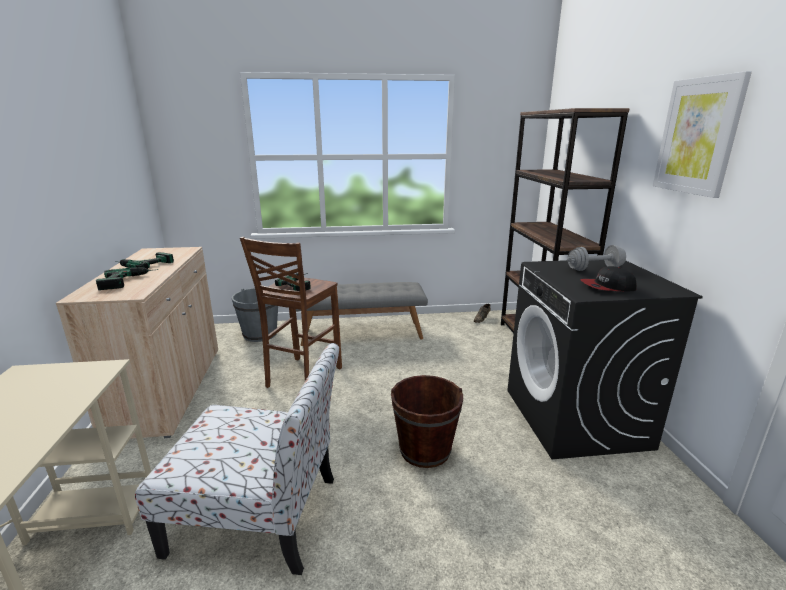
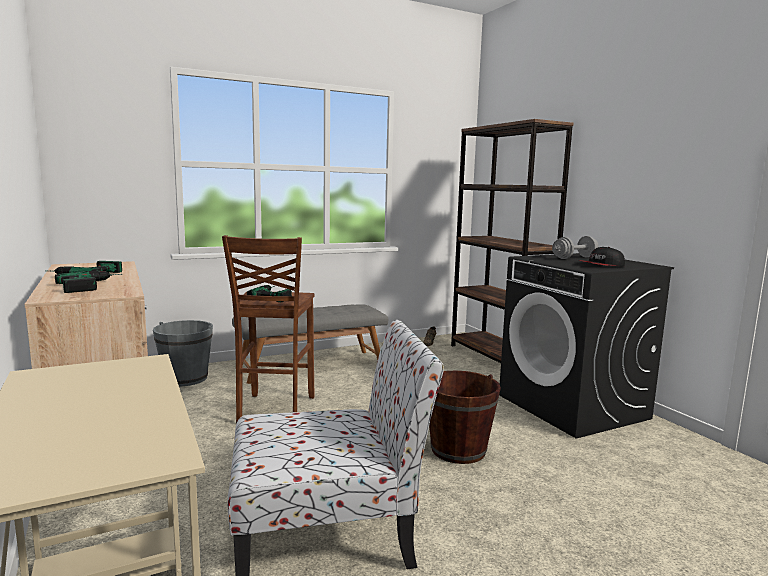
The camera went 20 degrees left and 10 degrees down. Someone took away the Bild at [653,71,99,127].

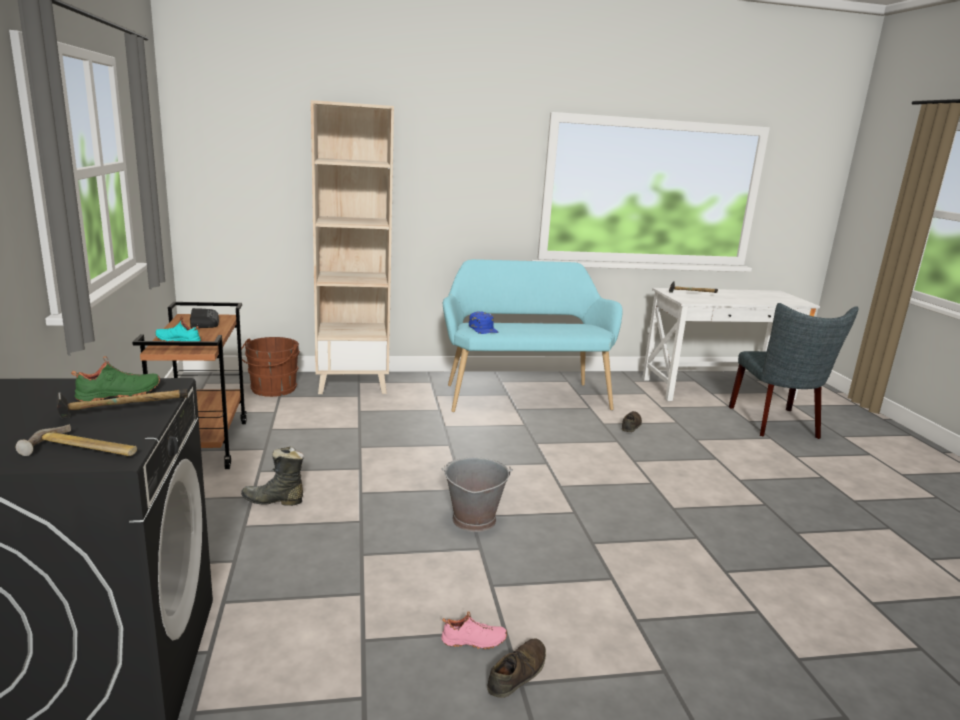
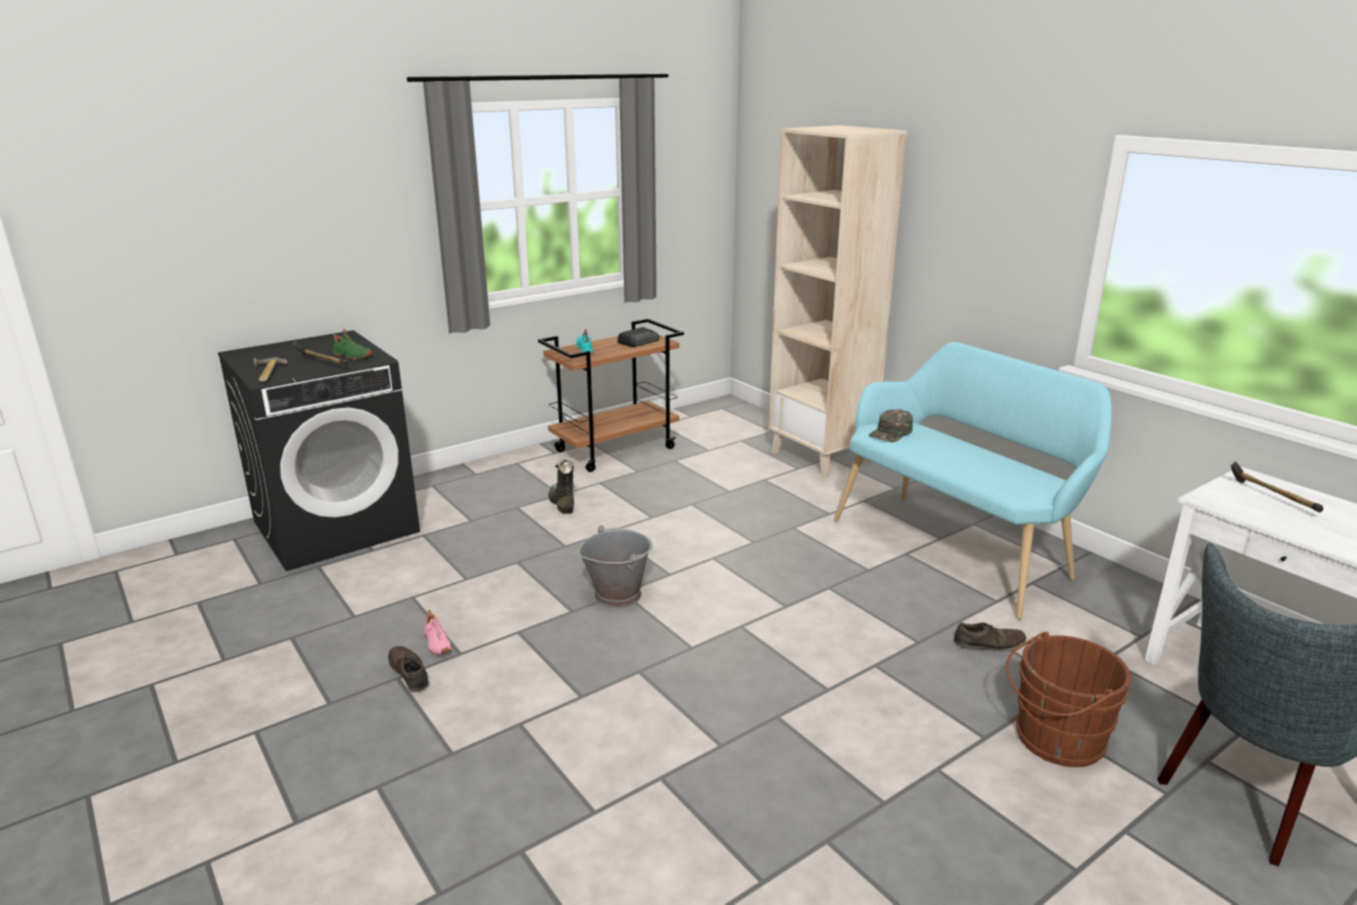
The camera went 65 degrees right and 5 degrees up. Someone carried the Eimer (braun) from [241,337,59,60] to [1006,632,125,135]. Someone repainted the Kappe (blau) at [469,312,30,22], which became the Kappe (grün) at [869,409,44,33]. Someone rotated the Schuh (braun) at [487,639,59,59] by 135 degrees counterclockwise.

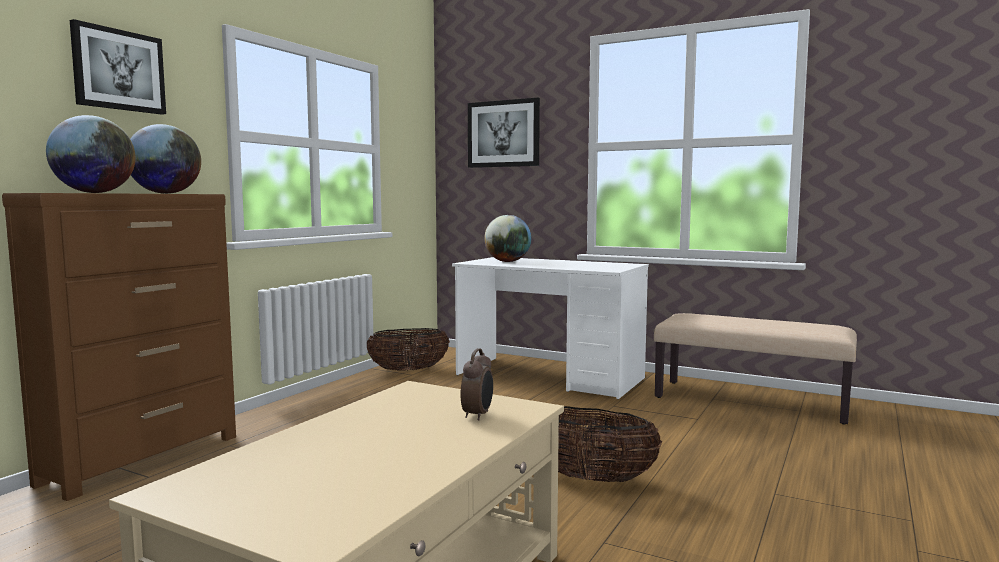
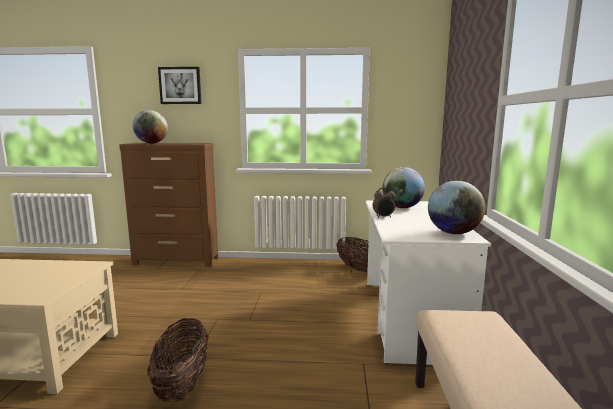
The camera went 65 degrees right and 5 degrees up. Someone carried the Globus from [130,124,71,70] to [428,181,57,53]. Someone carried the Wecker from [461,348,32,73] to [373,187,23,31]. Someone took away the Bild at [468,98,72,70].

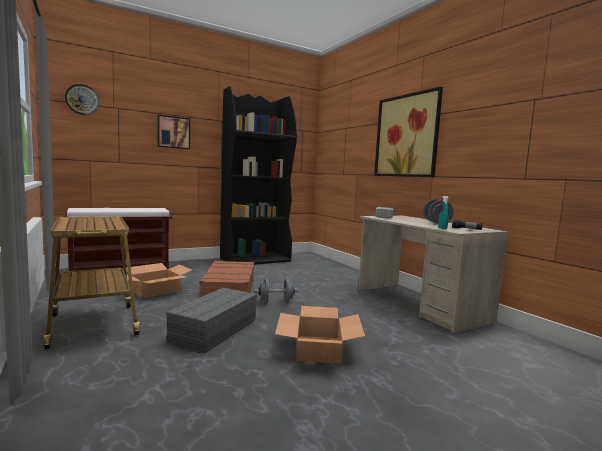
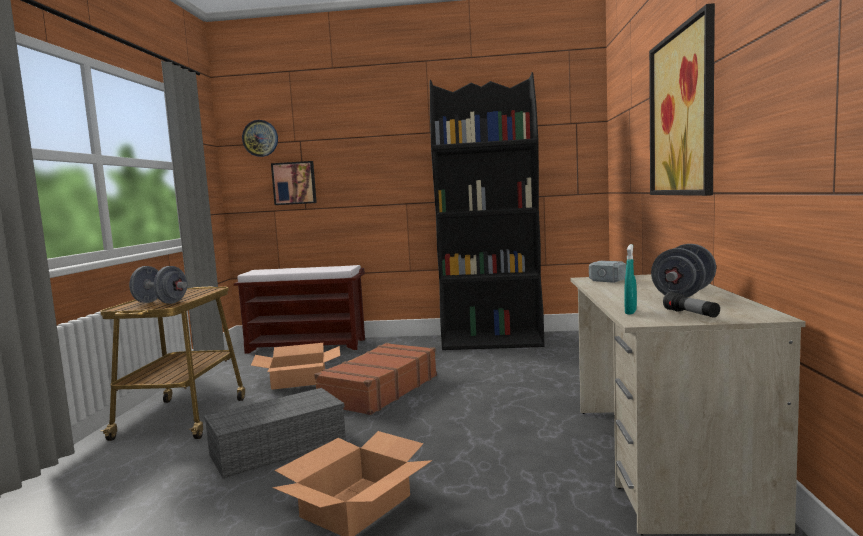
The camera went 35 degrees right and 0 degrees up. Someone carried the Bild from [158,115,32,34] to [271,161,46,44]. Someone carried the Hantel (grau) from [254,279,44,24] to [129,266,59,38].

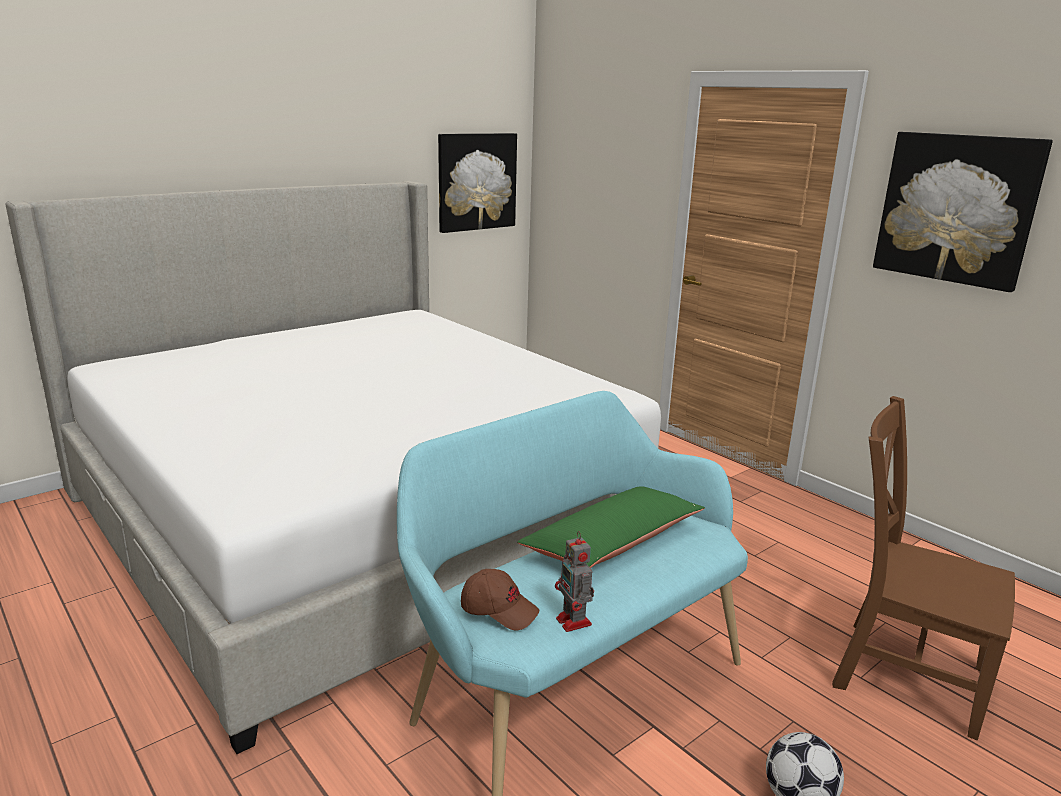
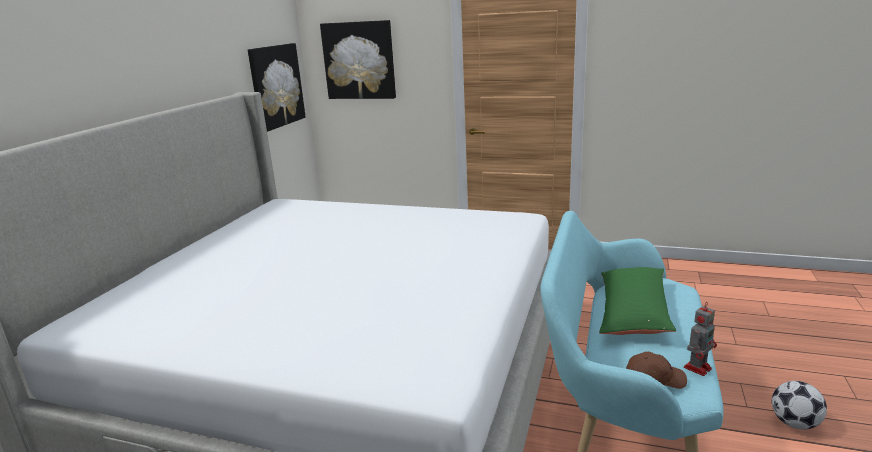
The camera went 30 degrees left and 0 degrees up. Someone rotated the Spielzeugroboter at [555,531,39,101] by 75 degrees counterclockwise. Someone took away the Stuhl (braun) at [832,396,183,344]. Someone carried the Bild from [873,132,180,160] to [320,20,76,79].

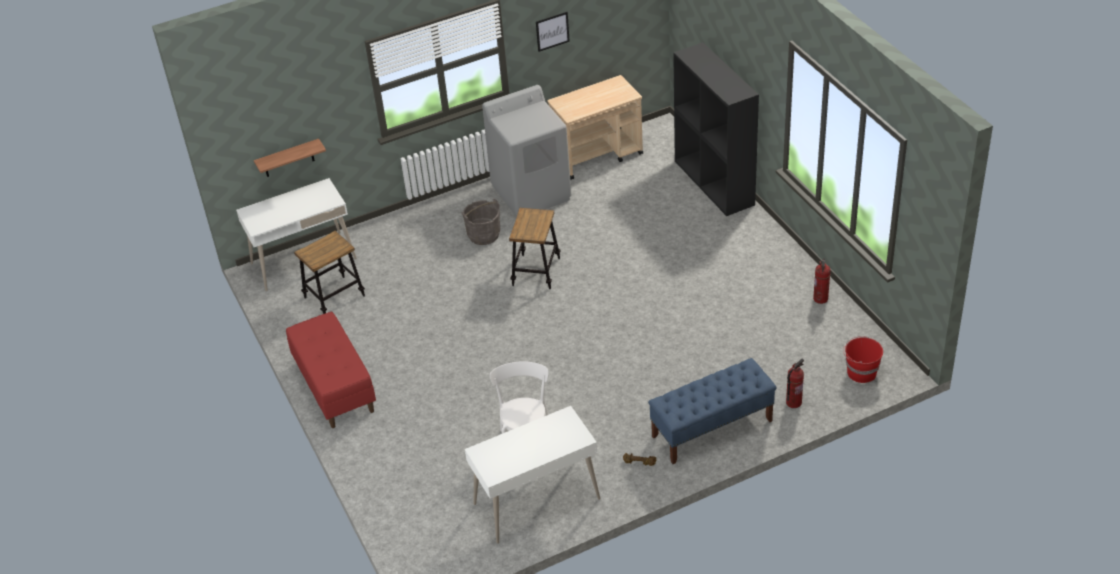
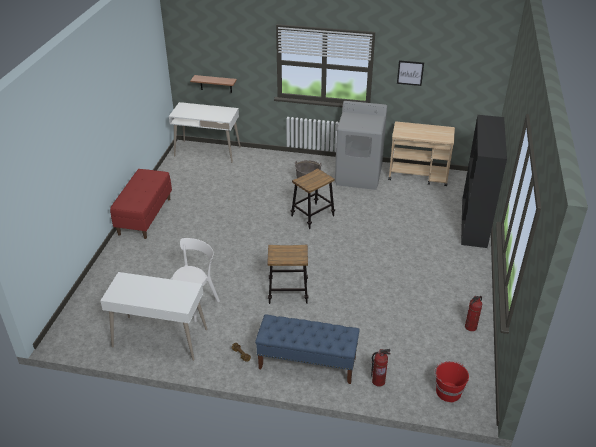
The camera went 35 degrees right and 5 degrees down. Someone carried the Hocker from [294,231,71,83] to [267,244,41,60].

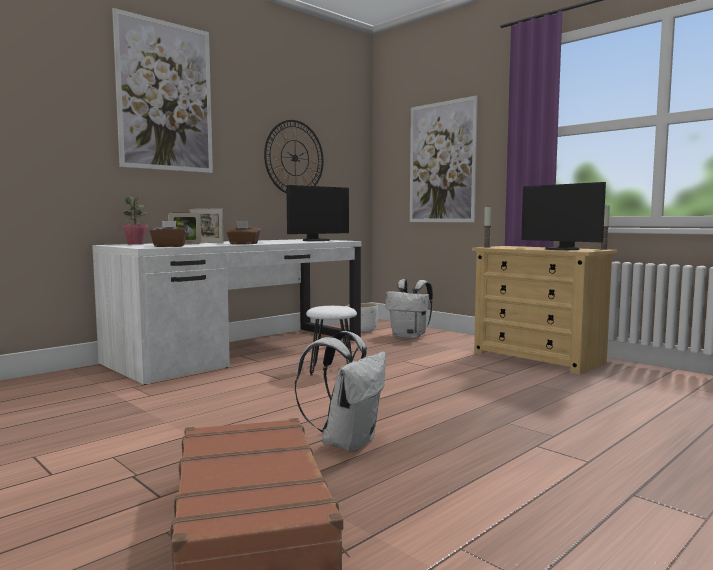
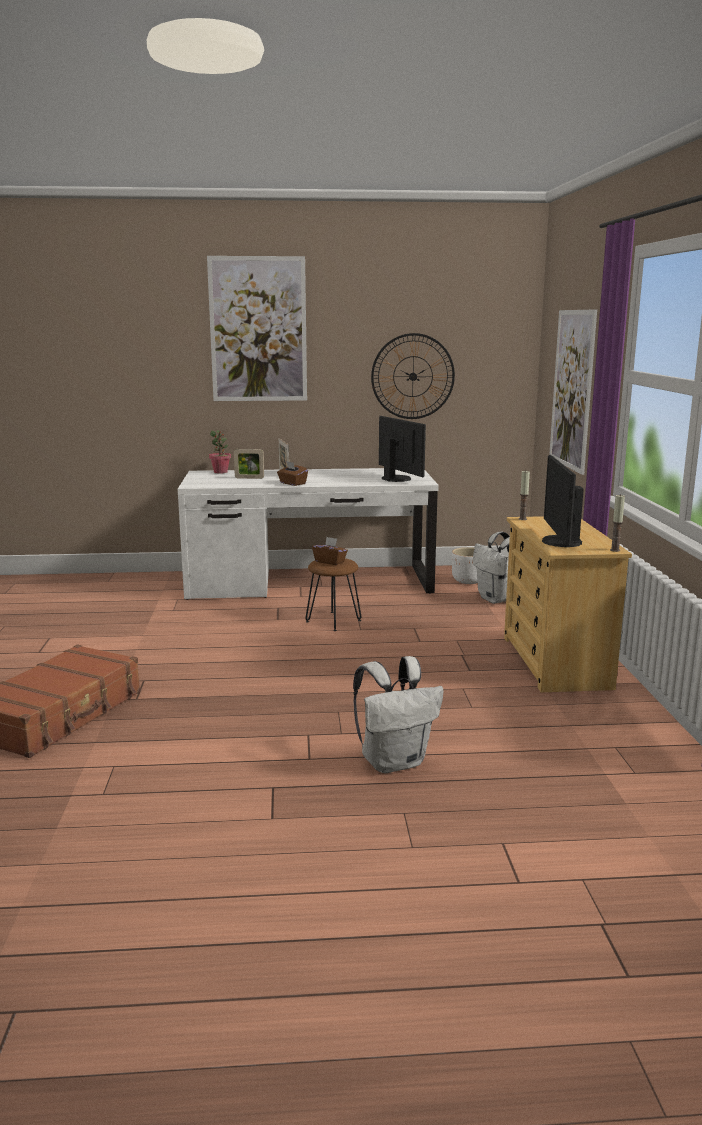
The camera went 40 degrees right and 10 degrees up. Someone carried the Taschentuchbox (braun) from [150,221,37,26] to [312,537,36,28]. Someone rotated the Monitor at [286,185,63,56] by 120 degrees counterclockwise. Someone carried the Rucksack (weiß) from [295,331,91,121] to [353,656,91,117]. Someone repainted the Hocker (weiß) at [306,306,51,70], which became the Hocker (braun) at [305,558,57,73].

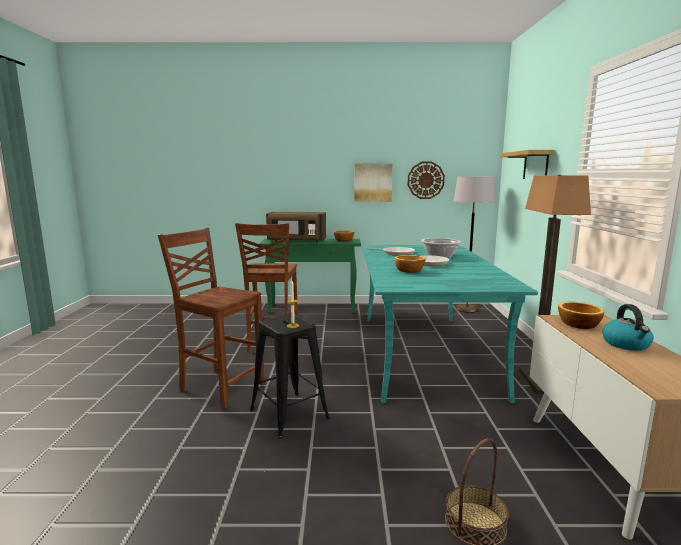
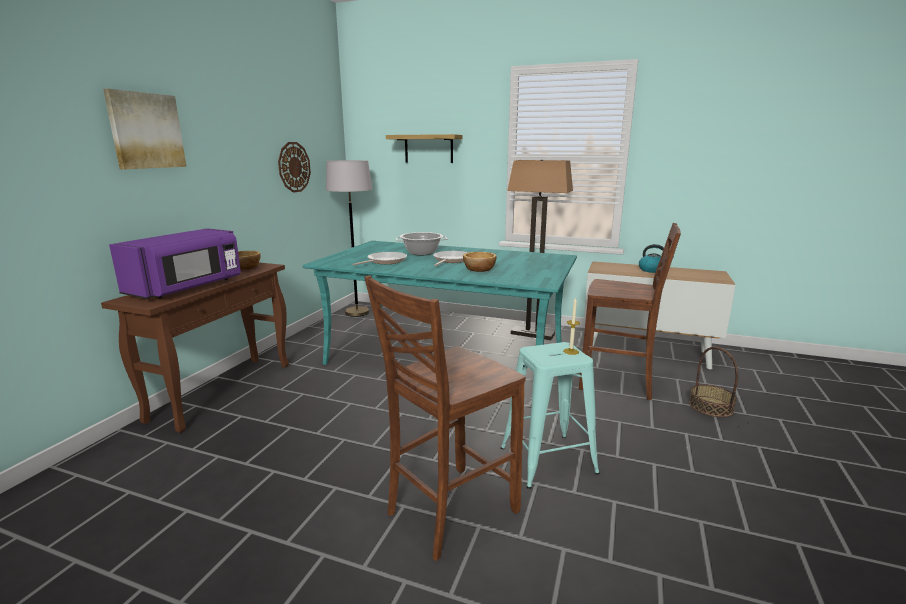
The camera went 70 degrees left and 5 degrees up. Someone carried the Stuhl (braun) from [235,223,63,130] to [579,223,102,177]. Someone repainted the Hocker (schwarz) at [250,314,80,124], which became the Hocker (türkis) at [501,342,99,147]. Someone repainted the Konsolentisch (grün) at [259,239,102,74], which became the Konsolentisch (braun) at [101,262,188,171]. Someone repainted the Mikrowelle (braun) at [266,212,60,30], which became the Mikrowelle (lila) at [109,228,132,71]. Someone carried the Bild from [354,164,38,38] to [103,89,83,80]. Someone took away the Schüssel at [558,302,46,27].

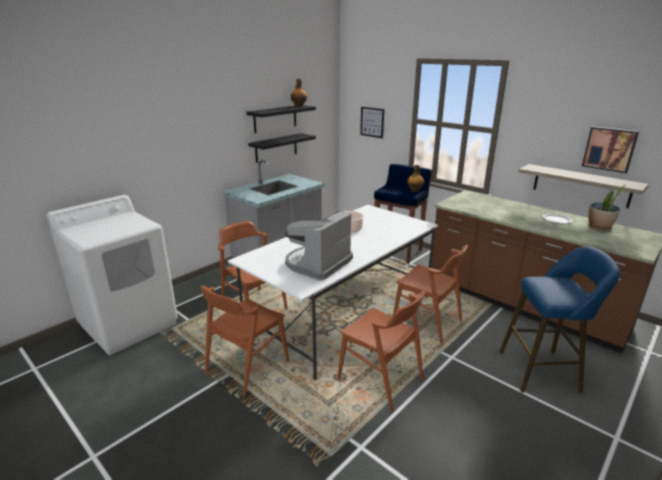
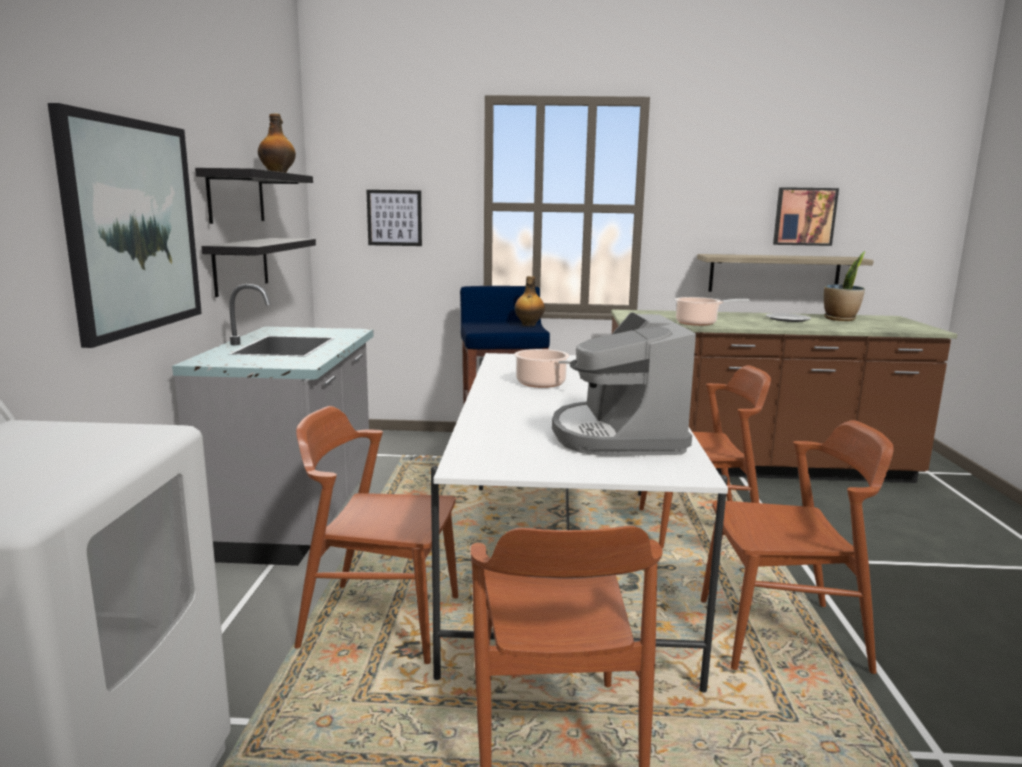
The camera went 40 degrees left and 10 degrees down. Someone took away the Hocker (blau) at [499,246,121,147]. Someone put up the Bild at [48,103,154,245]. Someone put down the Kochtopf at [675,297,75,29].

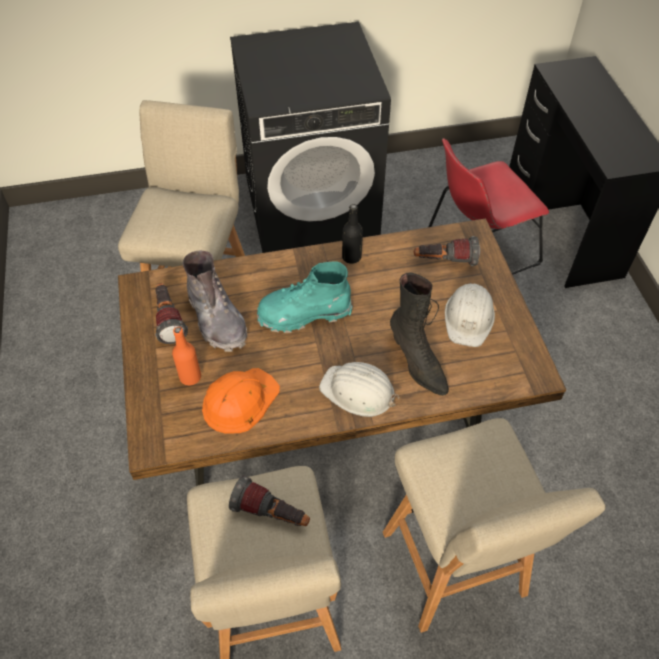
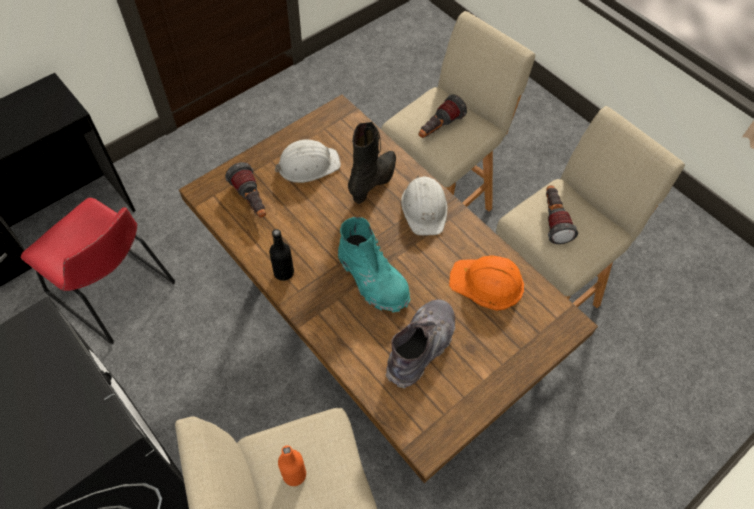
The camera went 120 degrees left and 5 degrees up. Someone carried the Taschenlampe from [155,283,33,61] to [419,94,48,44]. Someone carried the Flasche (orange) from [172,327,29,58] to [278,446,28,40].

